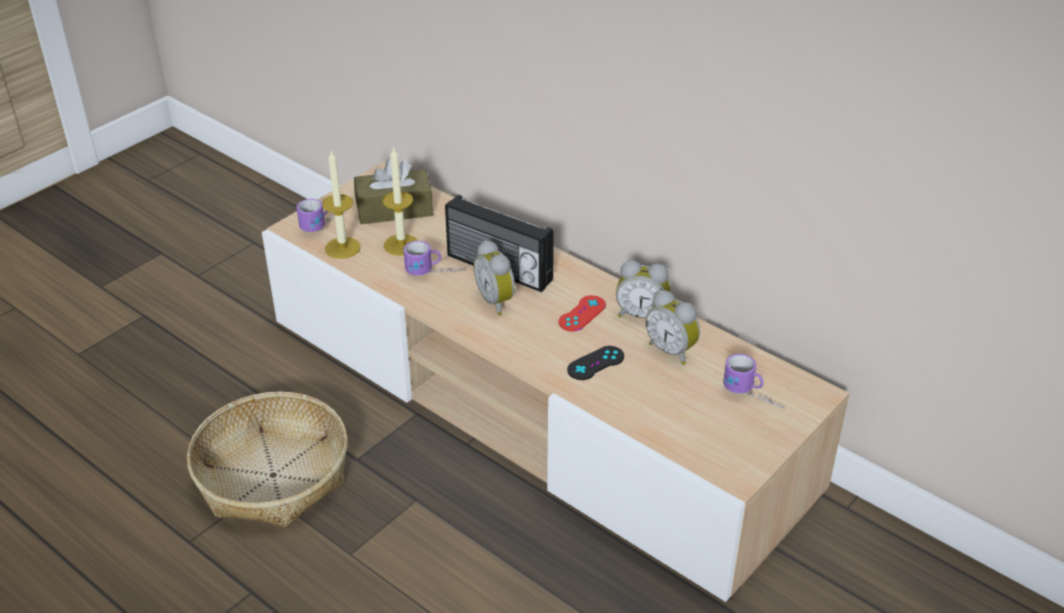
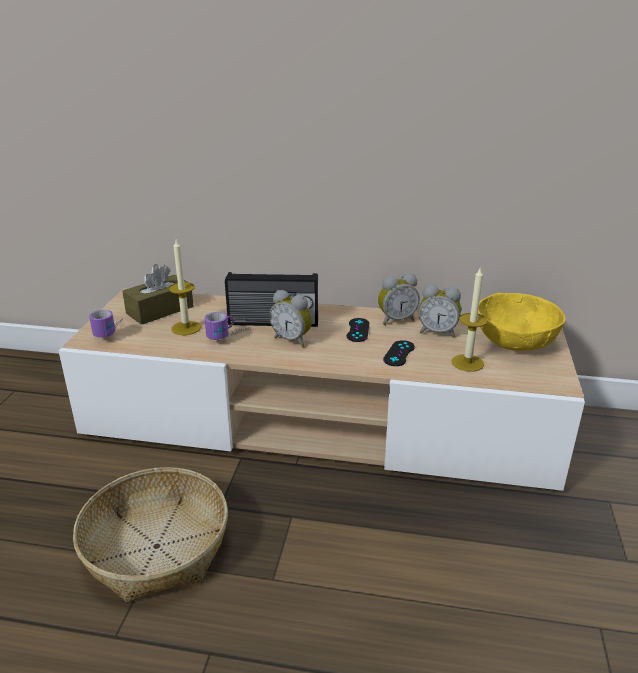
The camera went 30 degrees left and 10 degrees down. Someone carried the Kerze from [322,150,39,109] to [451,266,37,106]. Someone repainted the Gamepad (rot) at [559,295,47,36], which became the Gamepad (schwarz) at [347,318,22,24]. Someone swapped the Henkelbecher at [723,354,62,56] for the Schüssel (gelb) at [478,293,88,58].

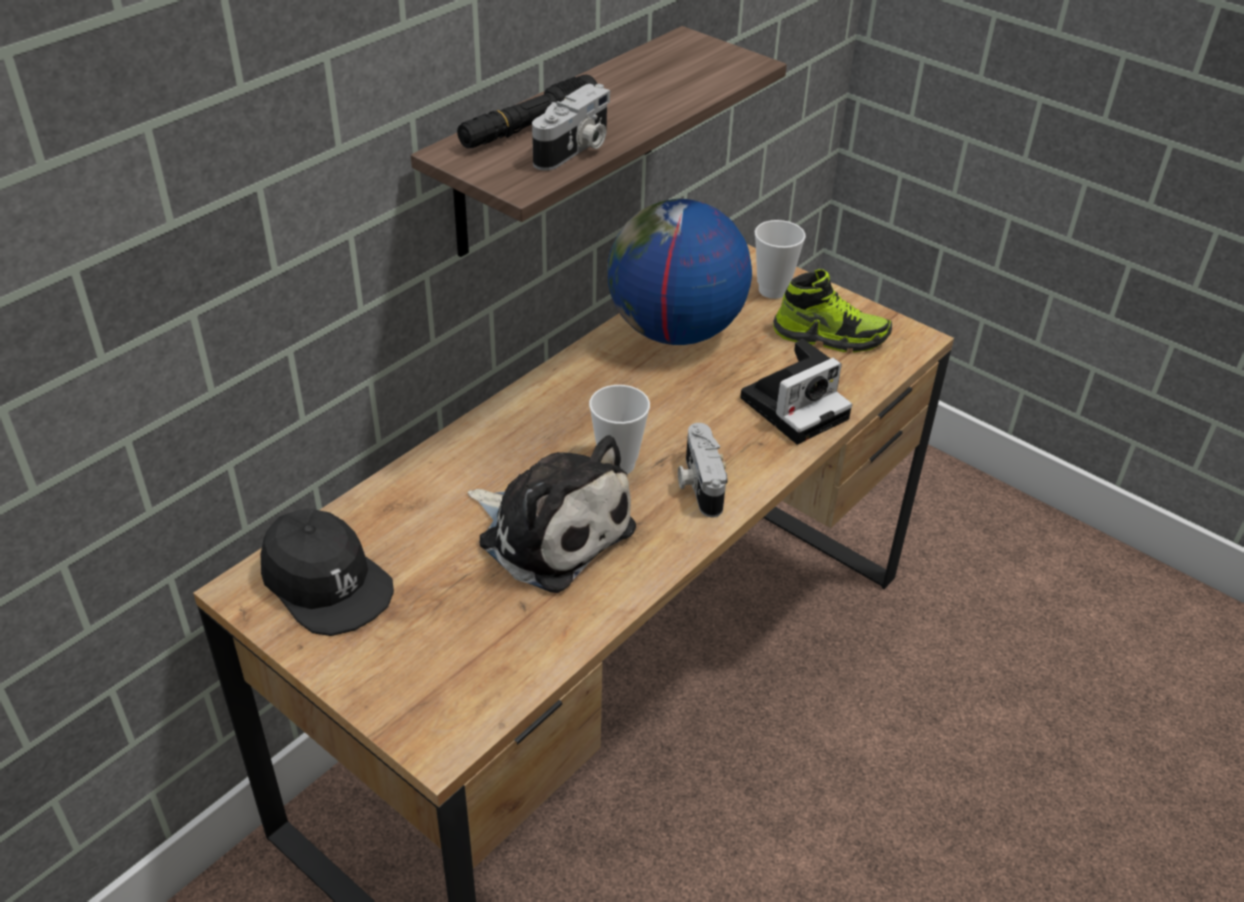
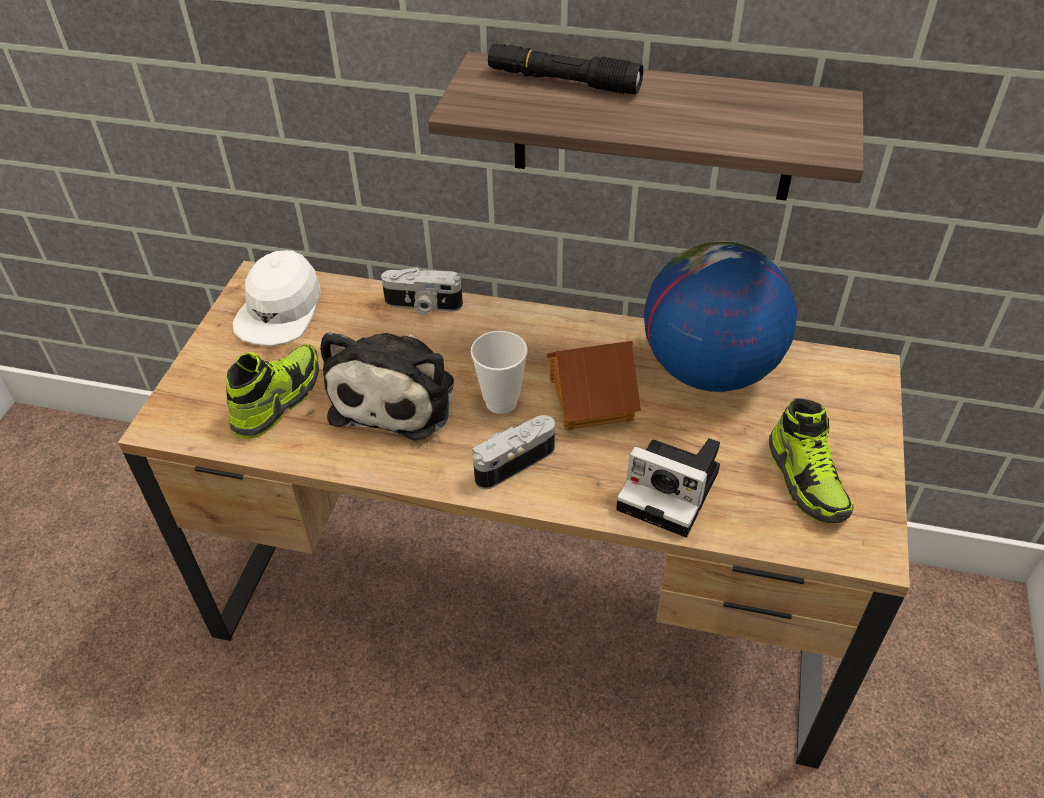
The camera went 65 degrees right and 5 degrees up. Someone repainted the Kappe (schwarz) at [260,509,134,127], which became the Kappe (weiß) at [233,250,88,96]. Someone carried the Kamera from [532,84,78,87] to [381,268,82,46]. Someone took away the Tasse at [755,220,51,79]. Someone put down the Schuh at [226,344,93,95]. Someone put down the Spielzeughaus at [547,341,94,89].

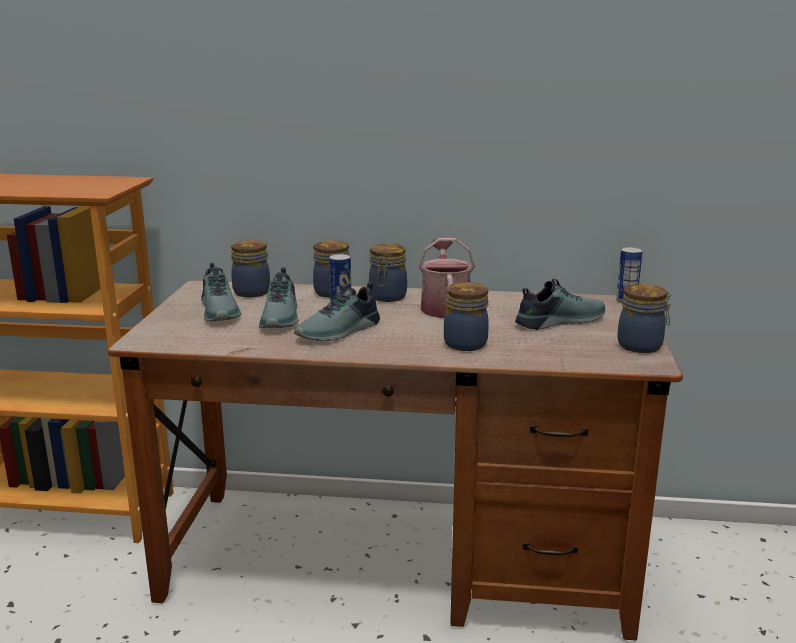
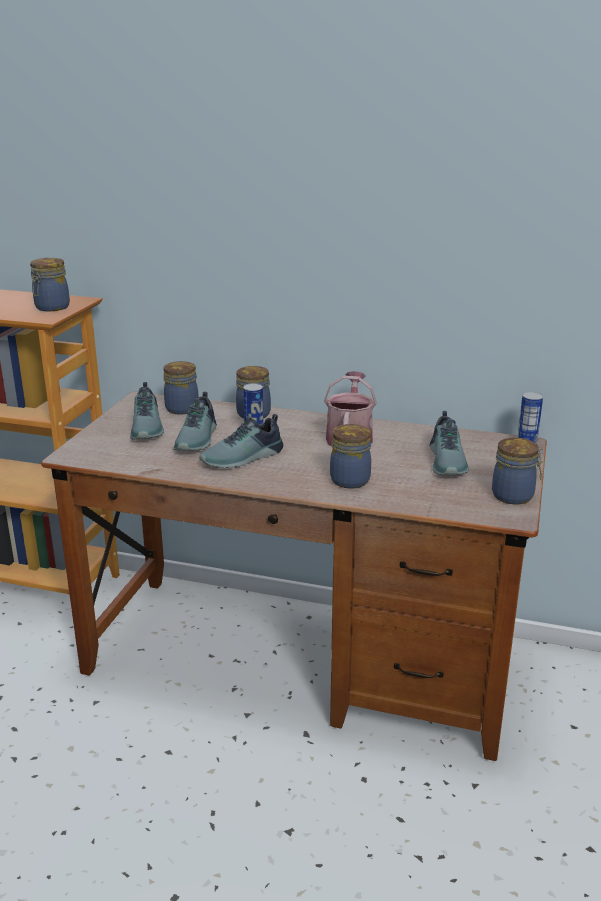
The camera went 10 degrees right and 5 degrees up. Someone carried the Vorratsglas from [369,244,38,58] to [30,258,40,53]. Someone rotated the Schuh at [515,278,90,52] by 105 degrees clockwise.

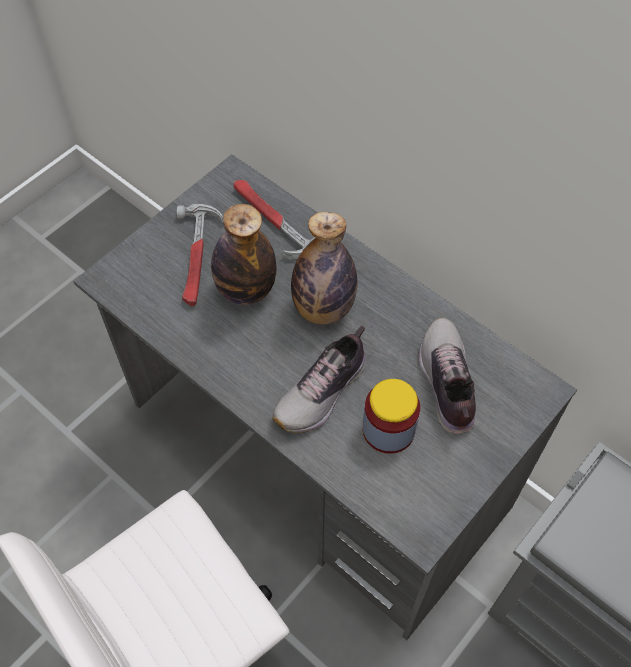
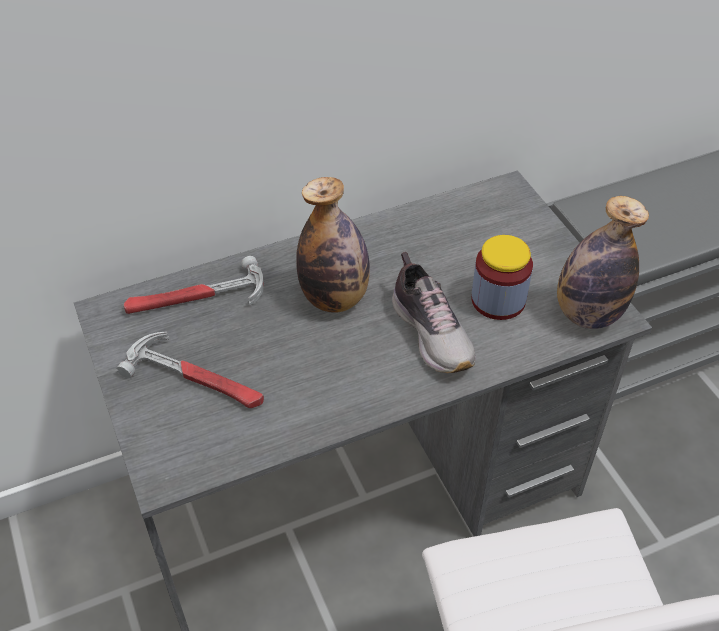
The camera went 65 degrees left and 10 degrees down. Someone carried the Flasche from [211,204,65,101] to [557,196,92,133]. Someone took away the Schuh at [419,318,57,116].

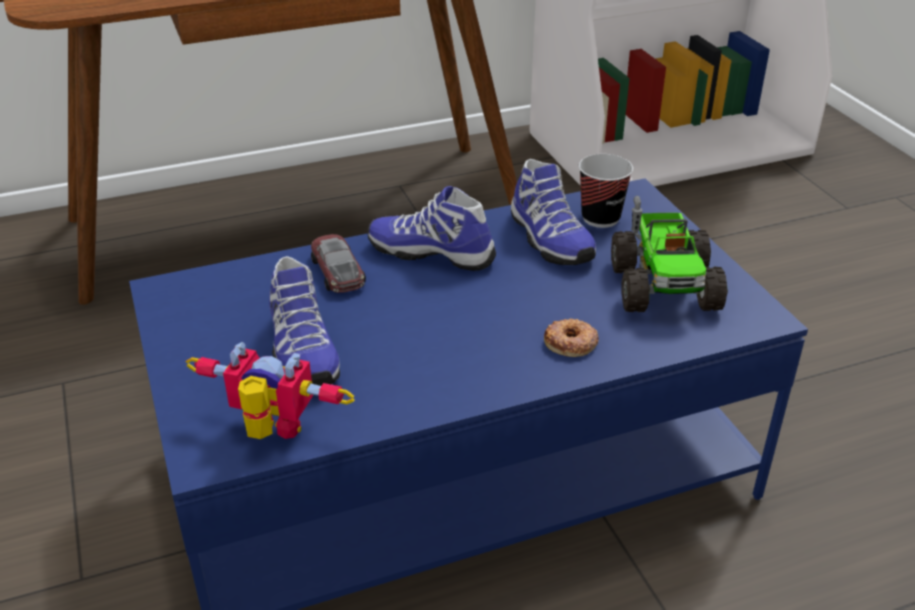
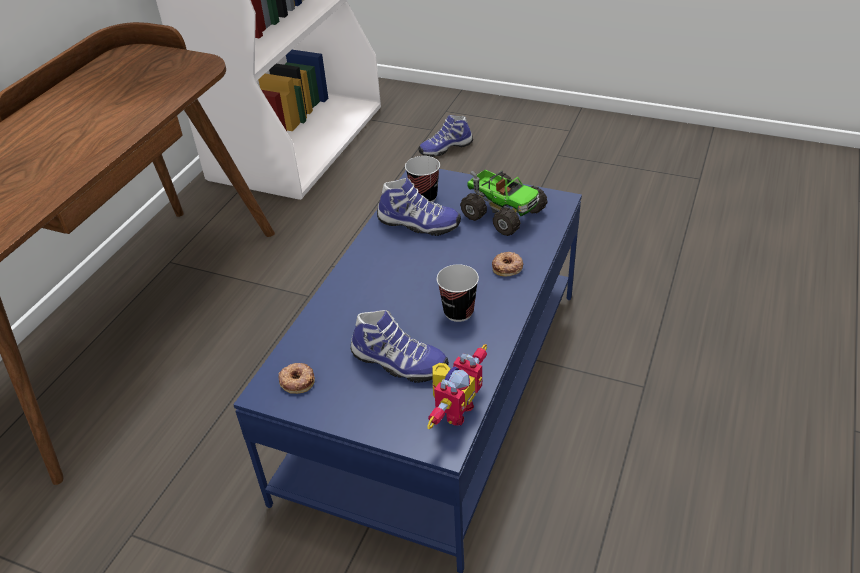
The camera went 45 degrees left and 5 degrees up. Someone rotated the Spielzeugroboter at [186,342,168,97] by 150 degrees clockwise. Someone took away the Spielzeugauto at [311,234,55,59]. Someone carried the Schuh from [368,186,128,85] to [419,115,54,42]. Someone put down the Donut at [279,363,36,31]. Someone put down the Tasse at [437,264,42,58].

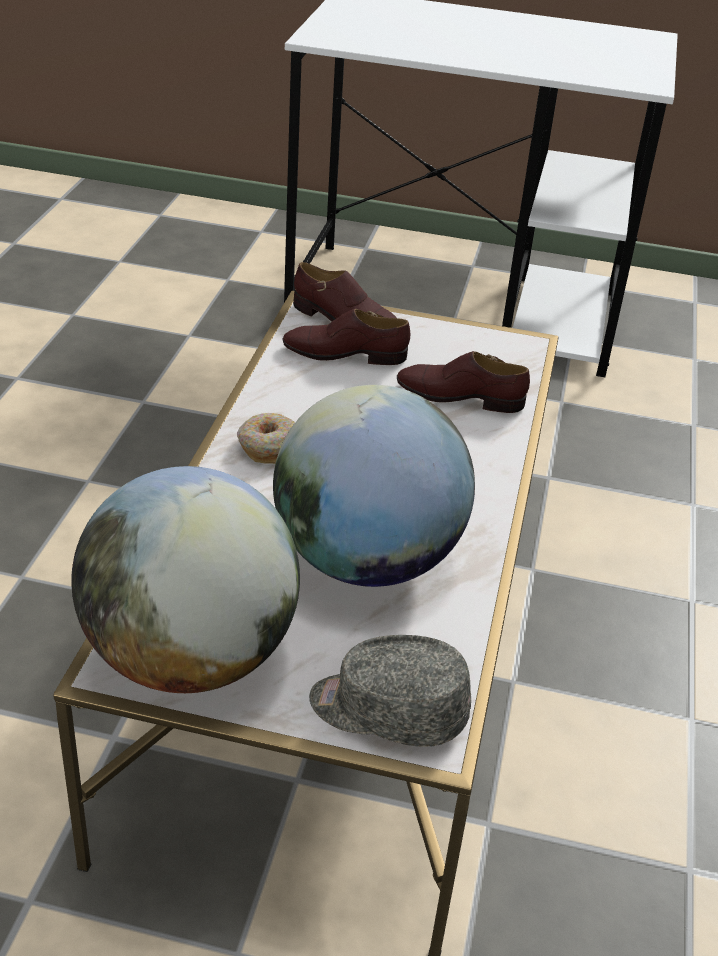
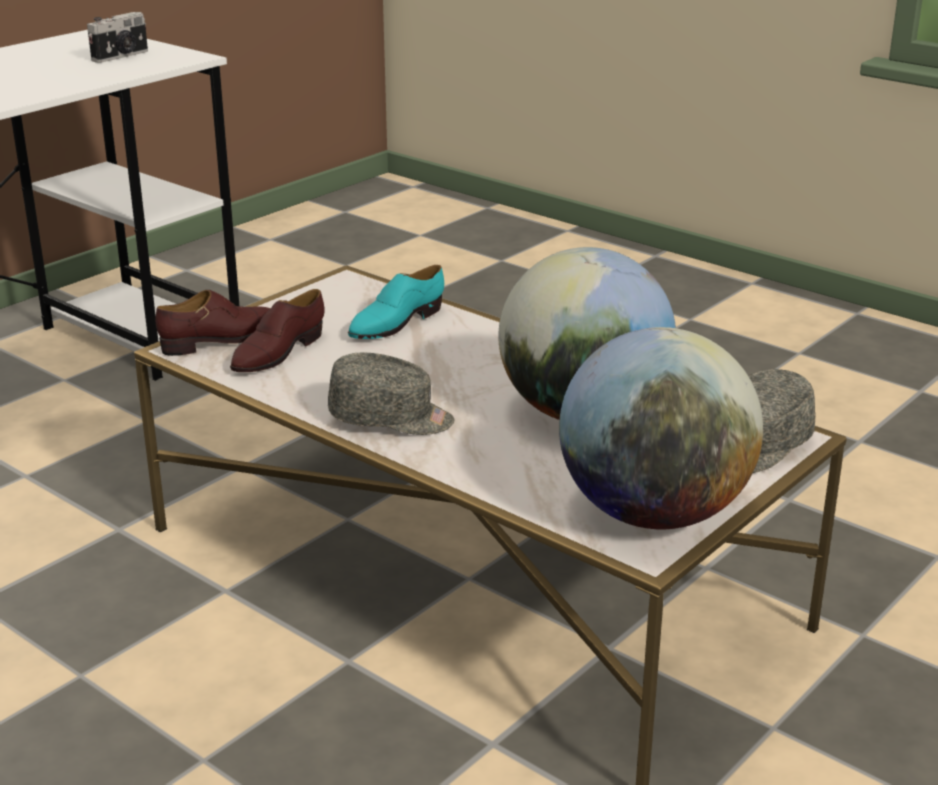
The camera went 60 degrees left and 10 degrees down. Someone swapped the Donut at [237,413,58,51] for the Kappe (grau) at [328,352,126,83]. Someone repainted the Schuh (braun) at [397,351,133,62], which became the Schuh (türkis) at [348,265,96,74]. Someone put down the Kamera at [87,12,61,51].

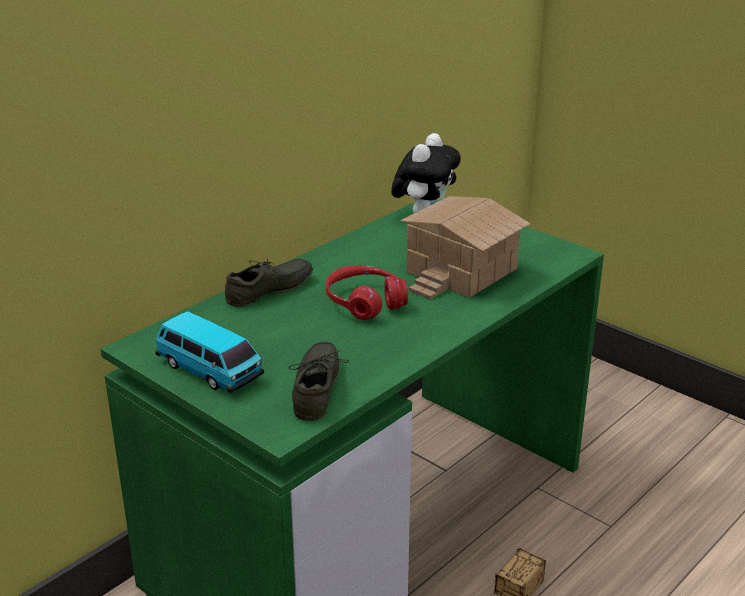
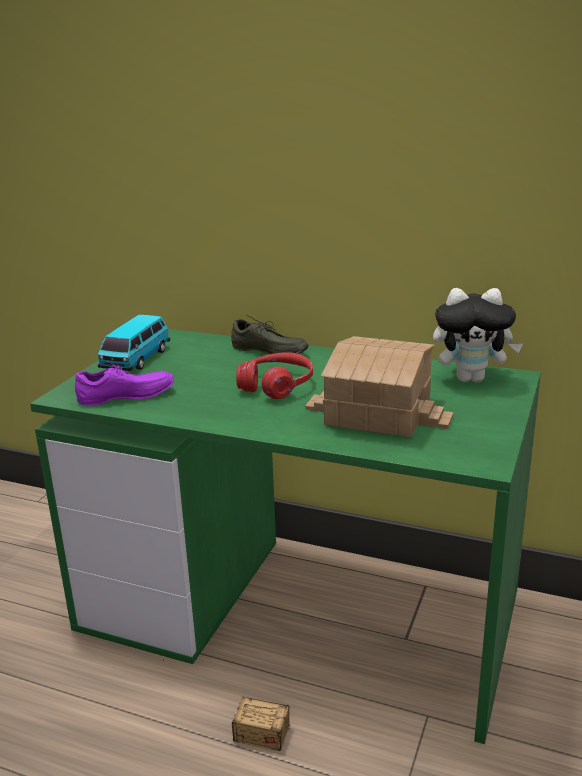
The camera went 70 degrees right and 5 degrees down. Someone repainted the Schuh (grau) at [289,342,60,79], which became the Schuh (lila) at [75,361,99,45].

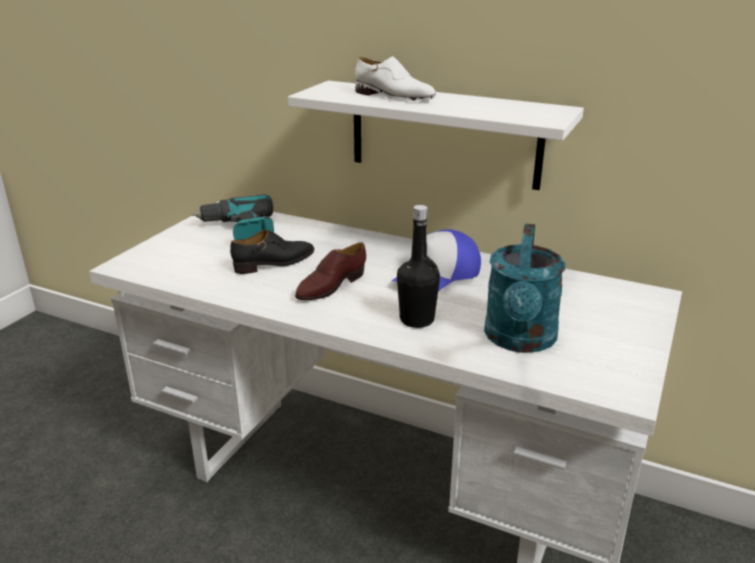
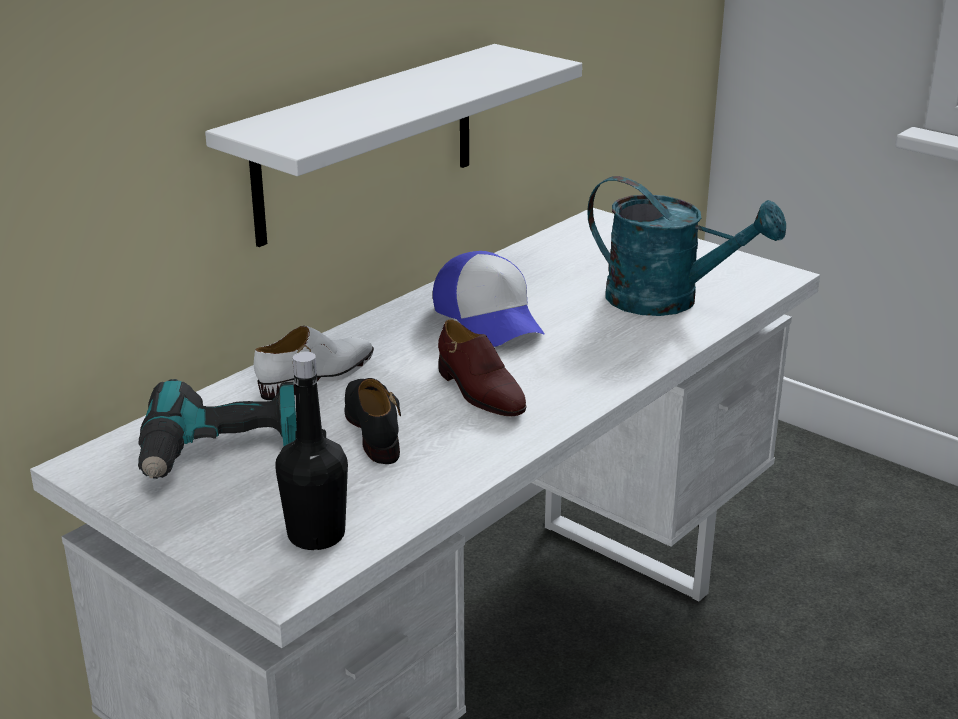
The camera went 75 degrees left and 0 degrees up. Someone carried the Schuh (weiß) from [355,56,81,45] to [254,326,120,74]. Someone carried the Flasche (schwarz) from [397,205,43,123] to [275,351,73,199].

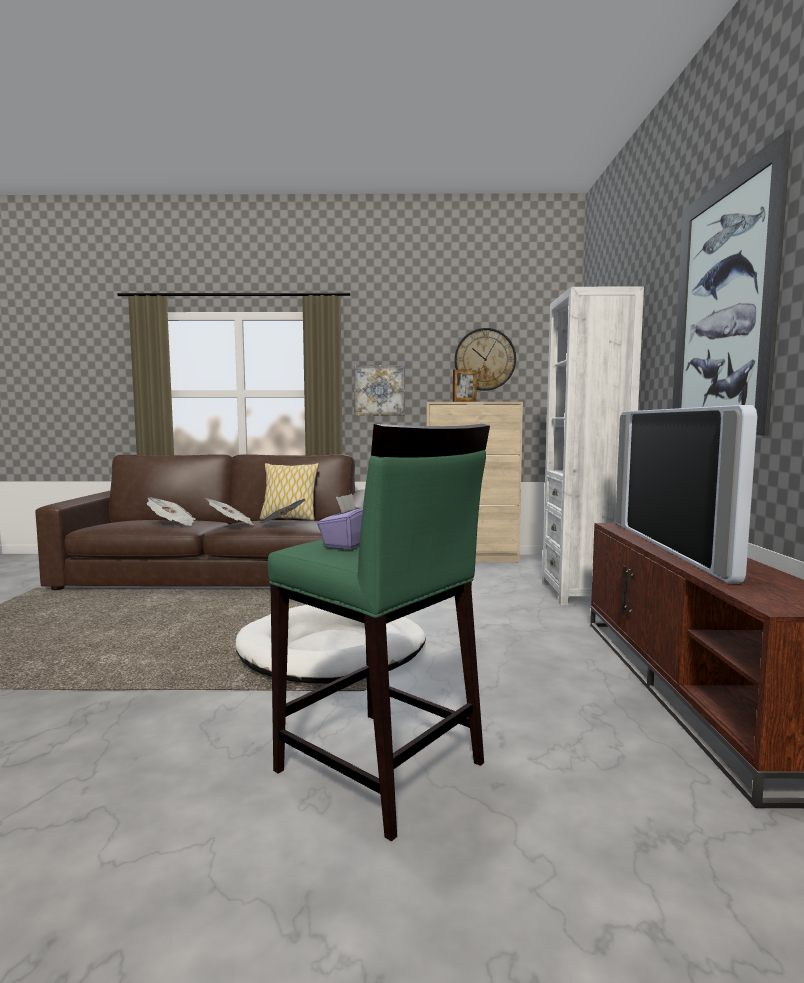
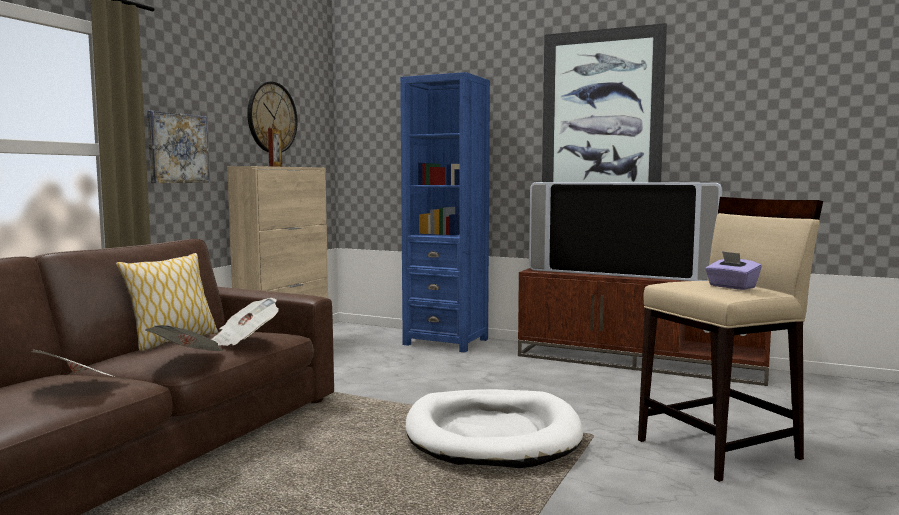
The camera went 65 degrees left and 0 degrees up. Someone repainted the Hocker (grün) at [268,424,222,418], which became the Hocker (beige) at [638,197,185,285]. Someone repainted the Bücherregal (weiß) at [542,287,102,318], which became the Bücherregal (blau) at [400,72,90,281].

